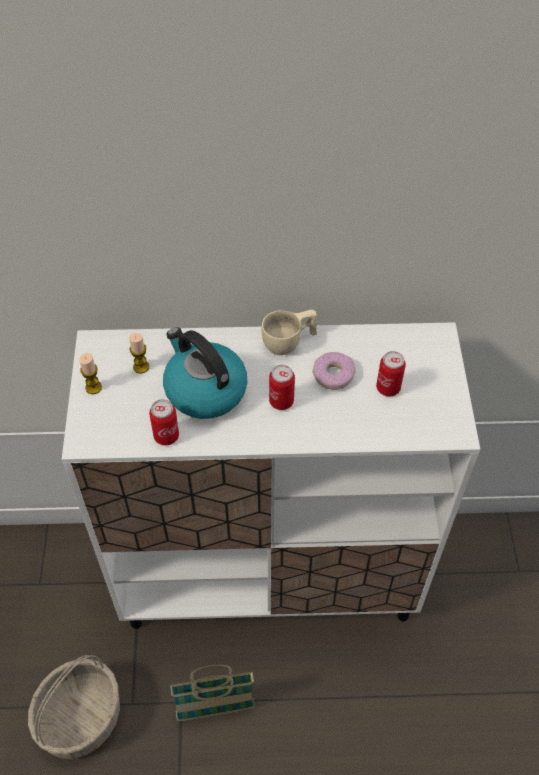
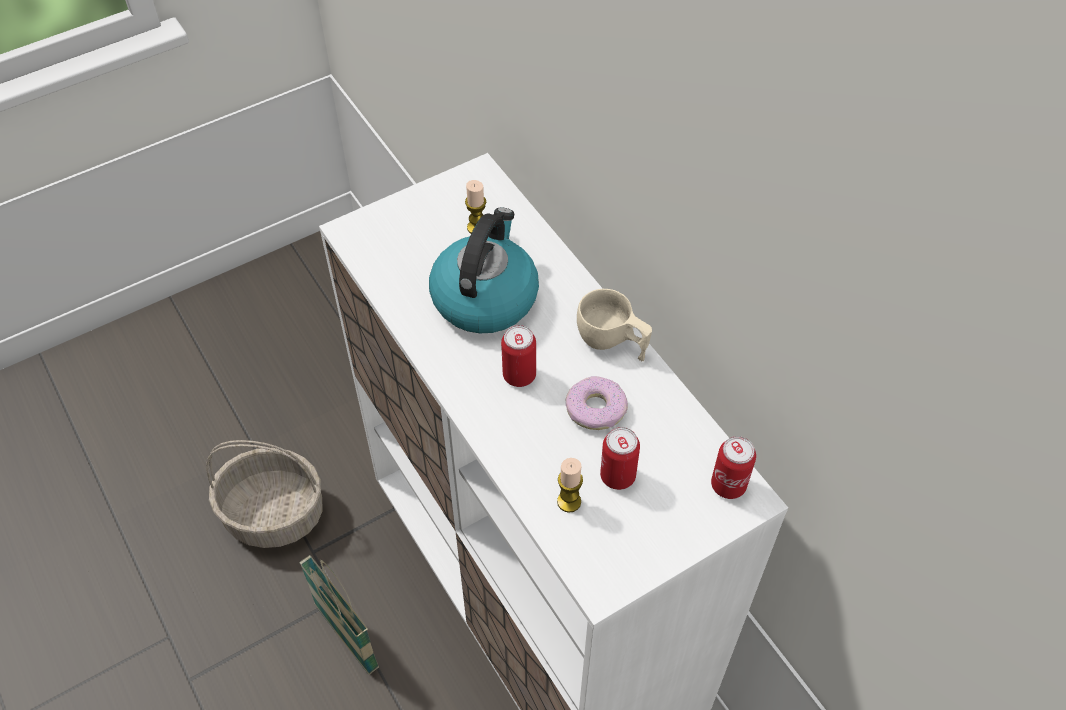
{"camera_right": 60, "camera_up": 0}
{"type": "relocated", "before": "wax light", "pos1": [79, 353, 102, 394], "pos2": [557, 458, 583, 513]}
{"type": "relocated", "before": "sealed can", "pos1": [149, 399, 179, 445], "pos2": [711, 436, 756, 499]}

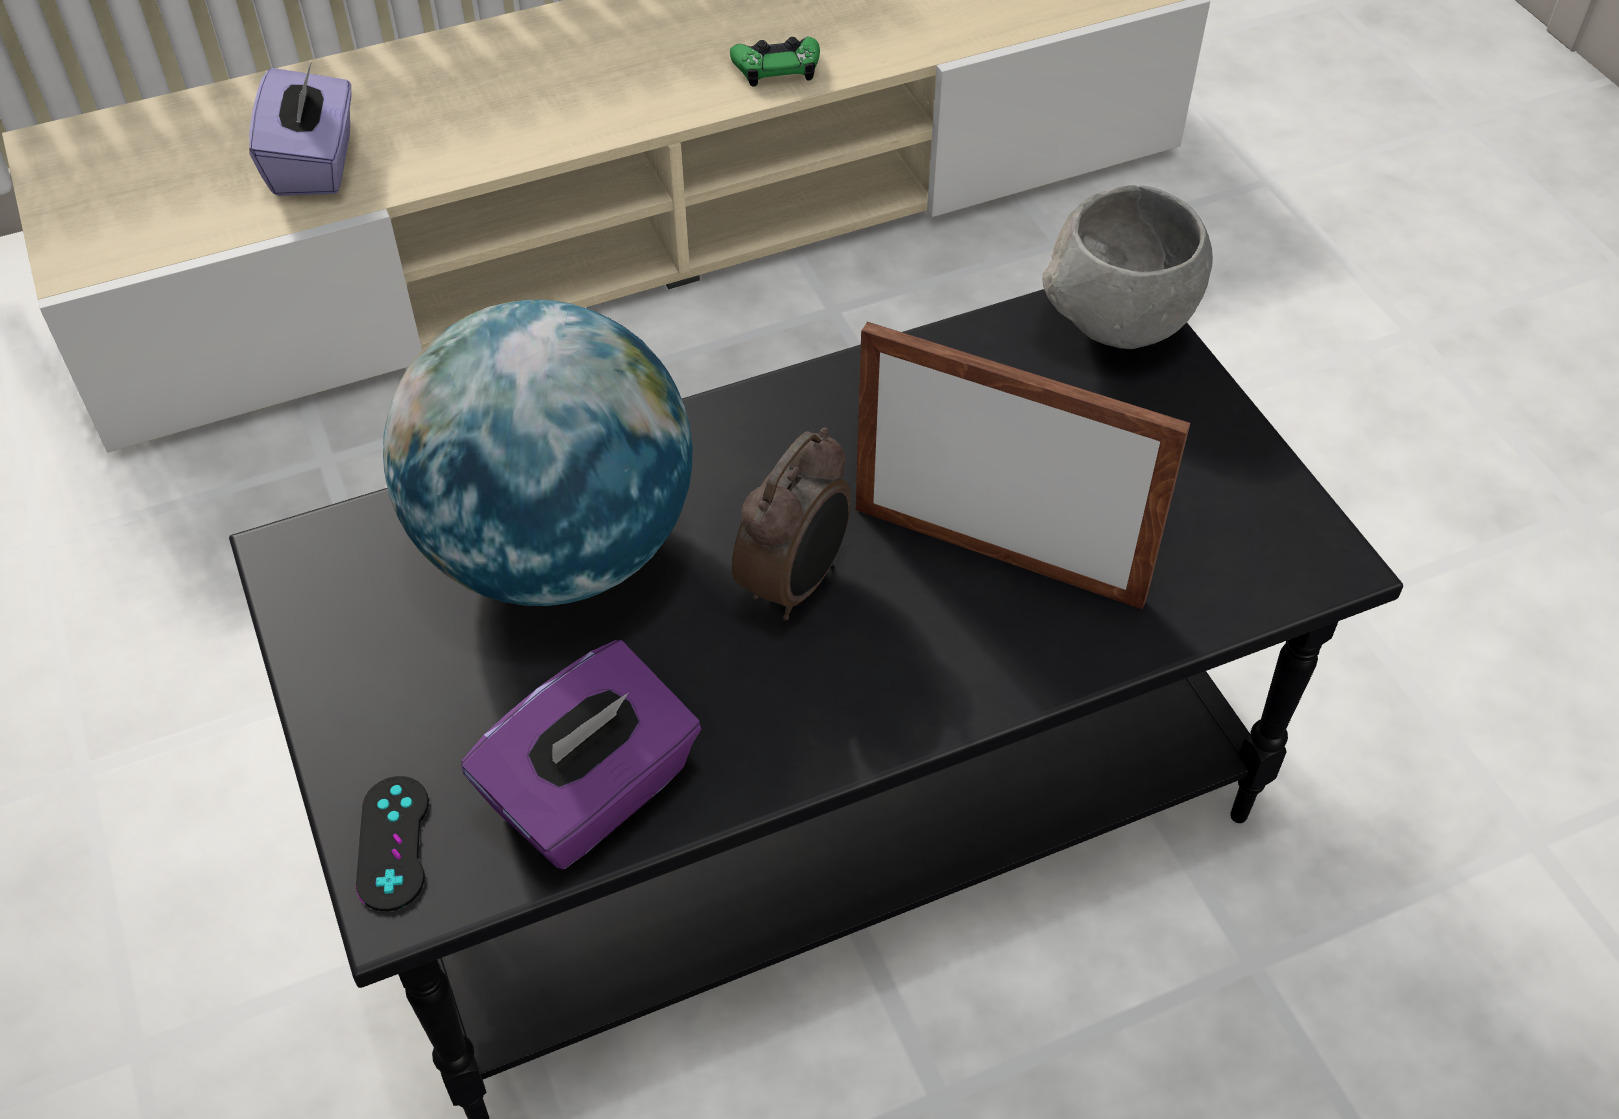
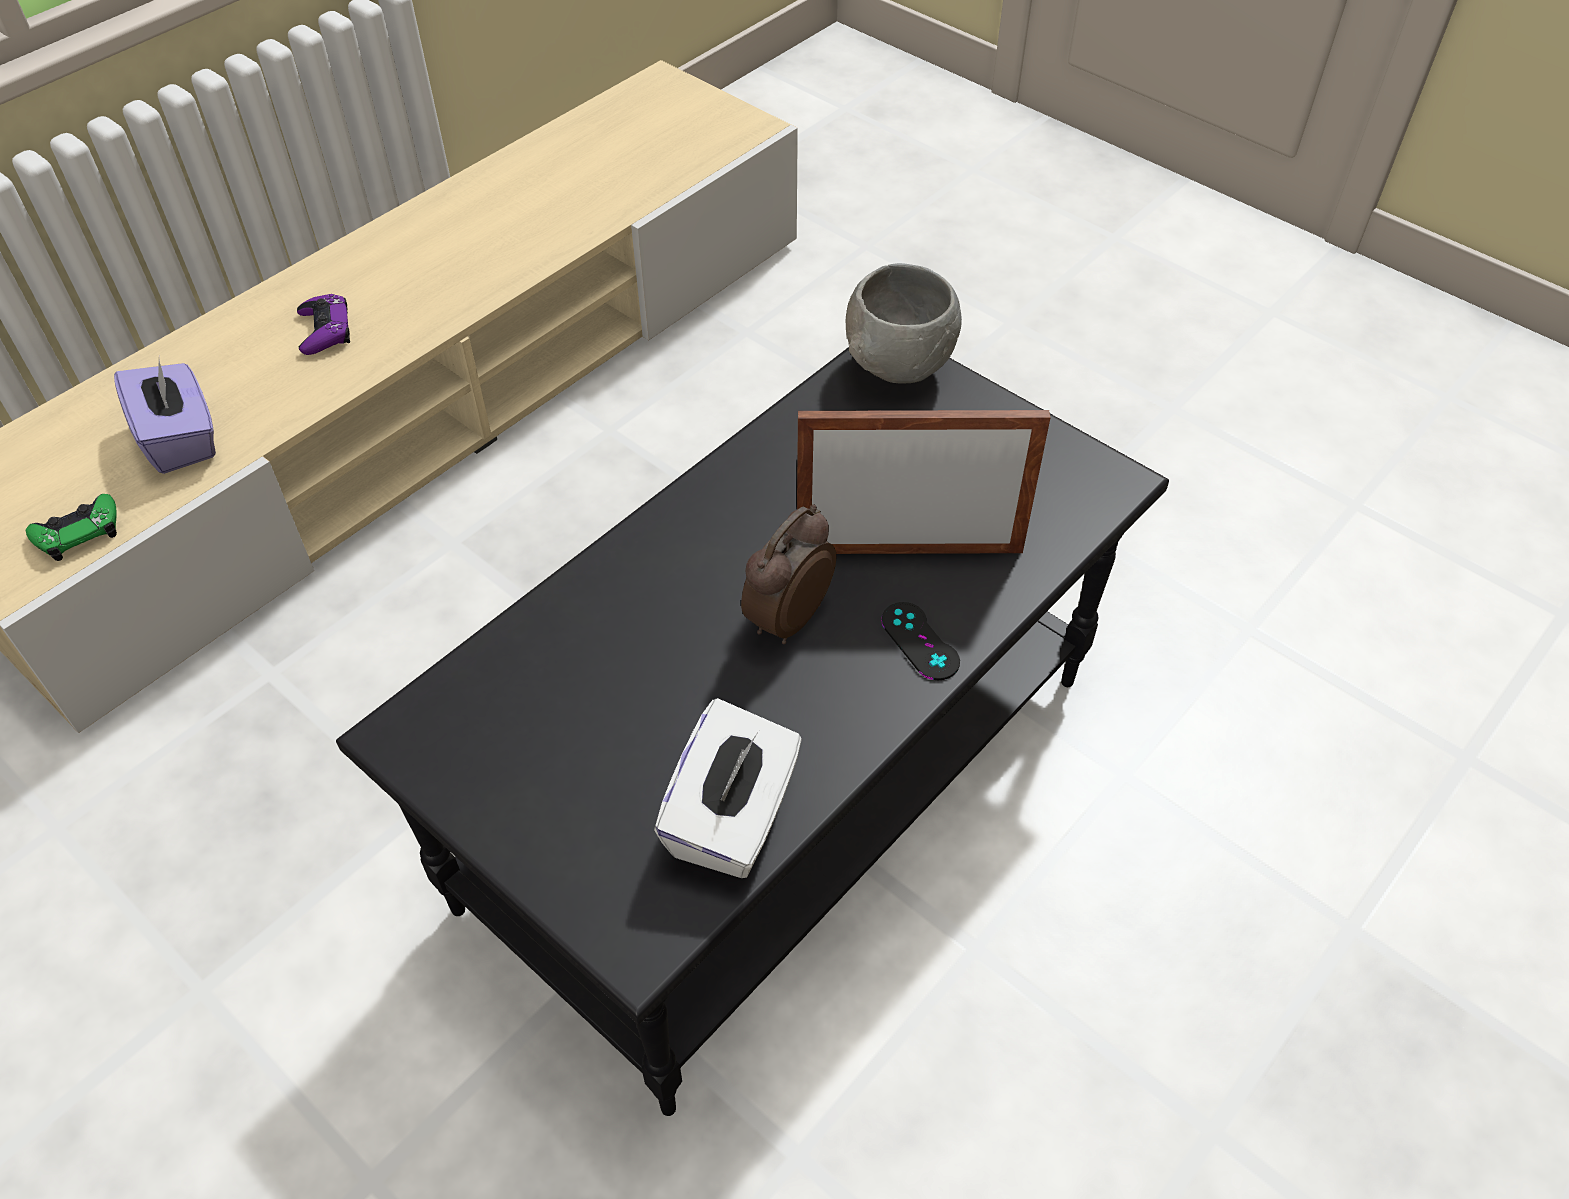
{"camera_right": -25, "camera_up": 0}
{"type": "relocated", "before": "green-coloured game controller", "pos1": [730, 37, 820, 87], "pos2": [26, 494, 117, 561]}
{"type": "missing", "before": "desk globe", "pos1": [383, 300, 693, 606]}
{"type": "spun", "before": "bedside clock", "pos1": [732, 427, 851, 620], "pos2": [741, 504, 836, 644], "turn": -150}
{"type": "colour", "before": "purple box of tissues", "after": "whitish box of tissues", "pos1": [461, 640, 701, 869], "pos2": [654, 698, 802, 878]}
{"type": "relocated", "before": "blackish game controller", "pos1": [356, 776, 429, 912], "pos2": [881, 602, 960, 680]}
{"type": "appeared", "after": "purple game controller", "pos2": [297, 294, 350, 355]}

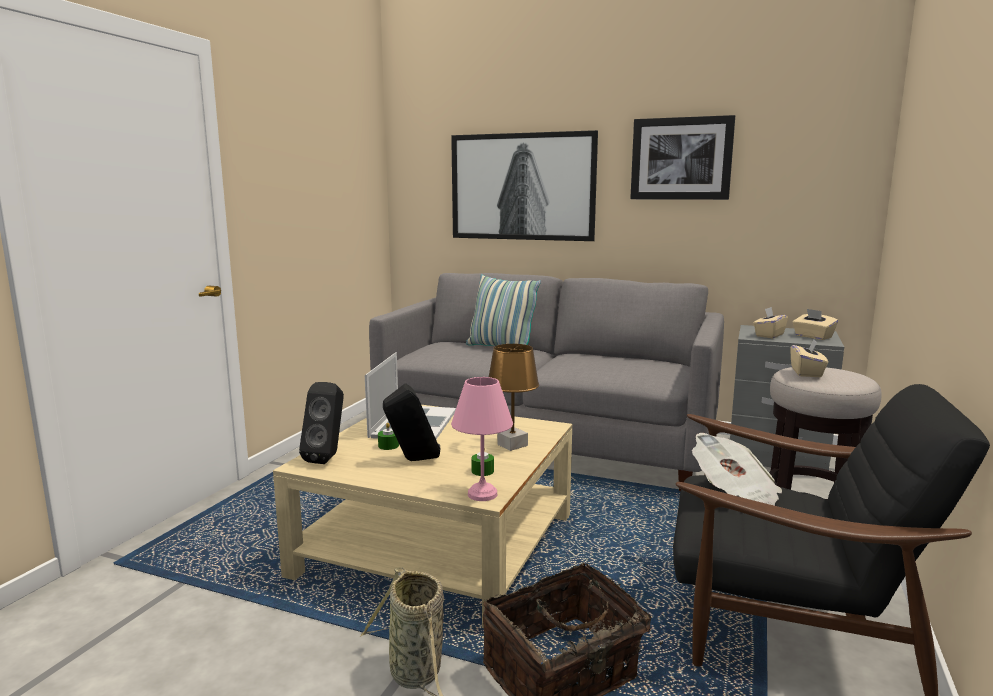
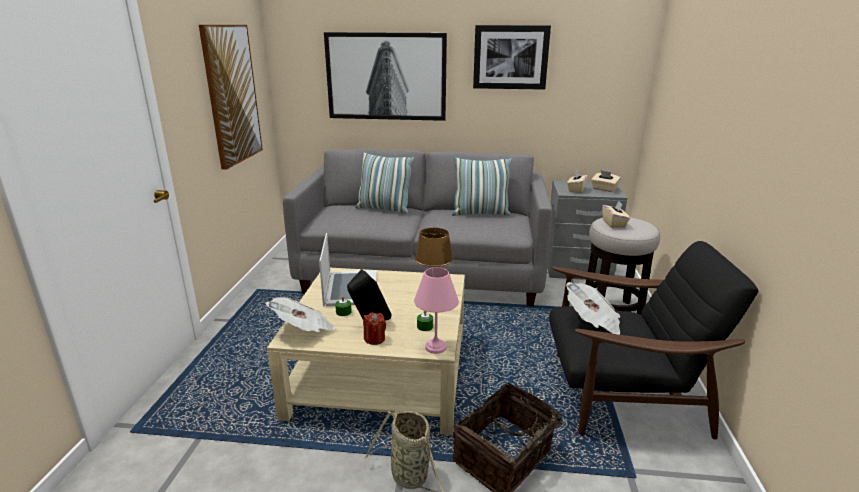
{"camera_right": -15, "camera_up": 10}
{"type": "exchanged", "before": "blackish loudspeaker", "after": "newspaper", "pos1": [299, 382, 344, 464], "pos2": [265, 297, 337, 332]}
{"type": "appeared", "after": "wall art", "pos2": [199, 25, 263, 170]}
{"type": "appeared", "after": "cushion", "pos2": [452, 157, 511, 216]}
{"type": "appeared", "after": "reddish wax light", "pos2": [363, 312, 386, 345]}

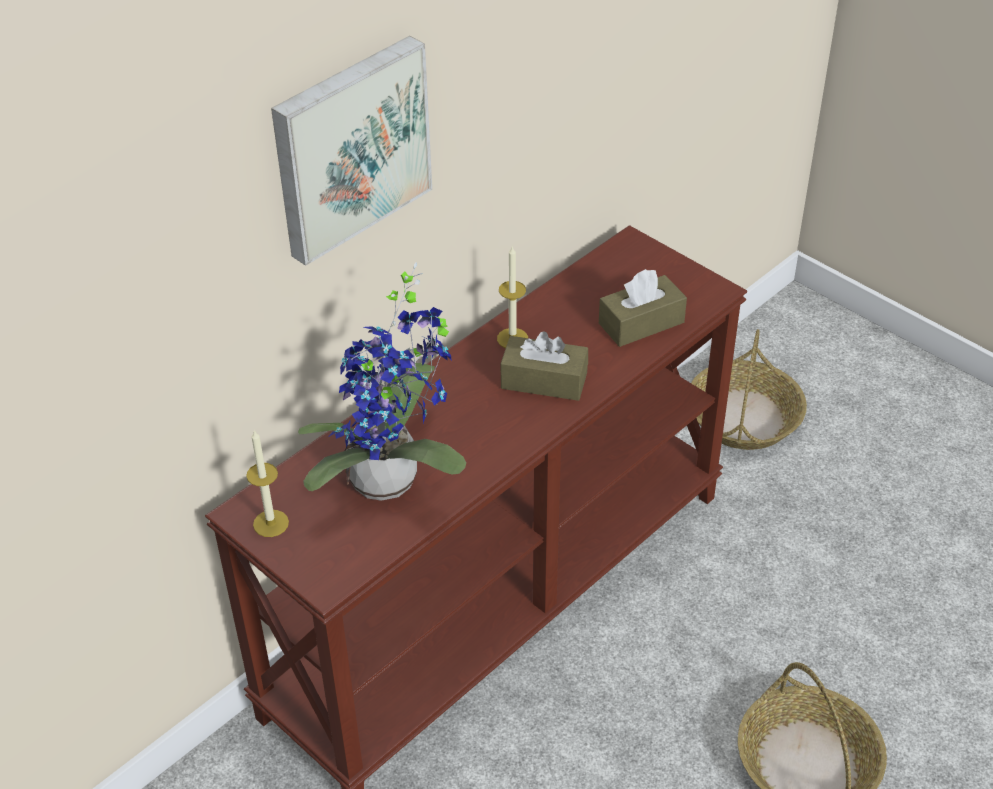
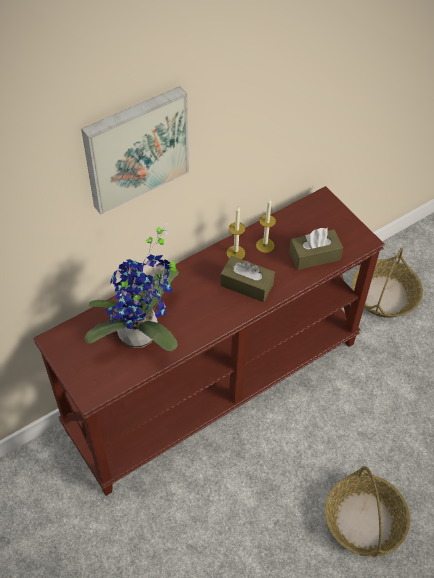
{"camera_right": 10, "camera_up": 10}
{"type": "relocated", "before": "wax light", "pos1": [246, 430, 289, 537], "pos2": [256, 199, 276, 253]}

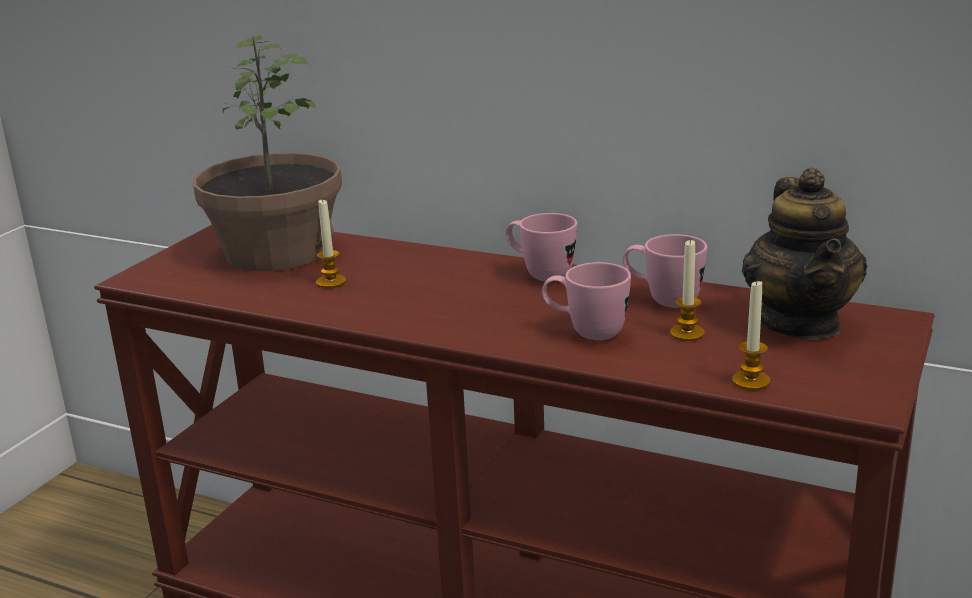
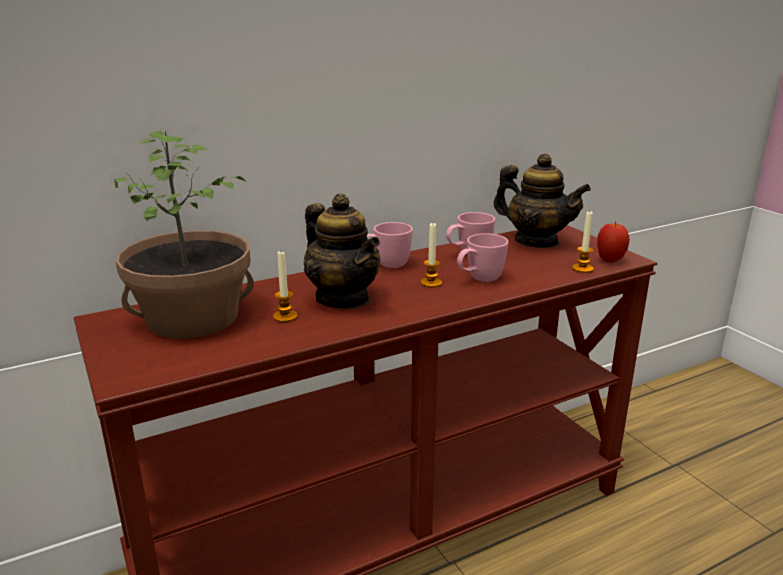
{"camera_right": -55, "camera_up": 0}
{"type": "relocated", "before": "wax light", "pos1": [670, 239, 705, 341], "pos2": [421, 223, 442, 288]}
{"type": "appeared", "after": "tea pot", "pos2": [304, 193, 380, 309]}
{"type": "appeared", "after": "apple", "pos2": [597, 221, 630, 263]}

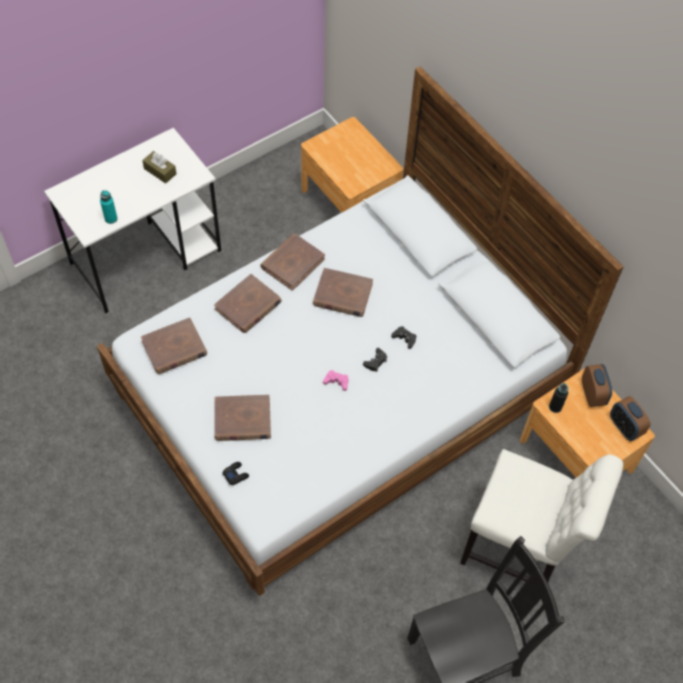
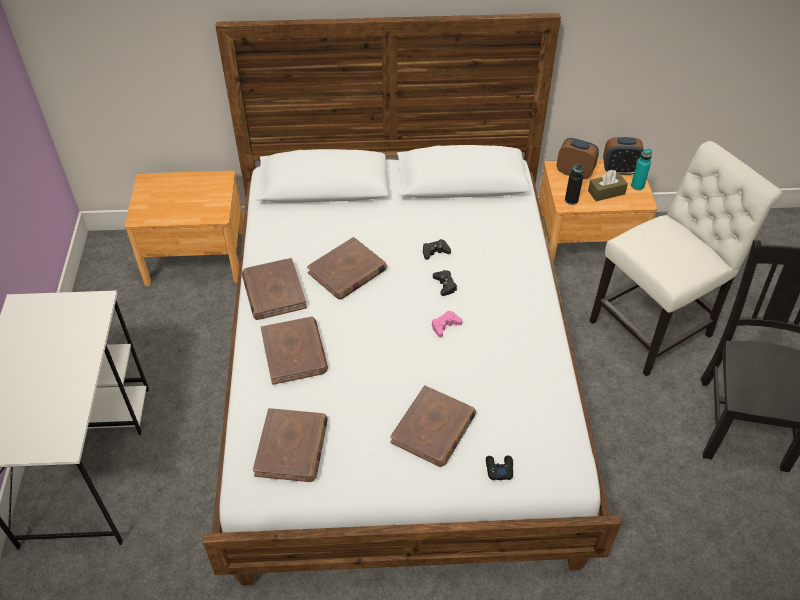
{"camera_right": -55, "camera_up": -10}
{"type": "relocated", "before": "brown box of tissues", "pos1": [142, 151, 176, 183], "pos2": [588, 170, 628, 201]}
{"type": "relocated", "before": "turquoise-coloured drink bottle", "pos1": [100, 190, 117, 224], "pos2": [631, 148, 652, 190]}

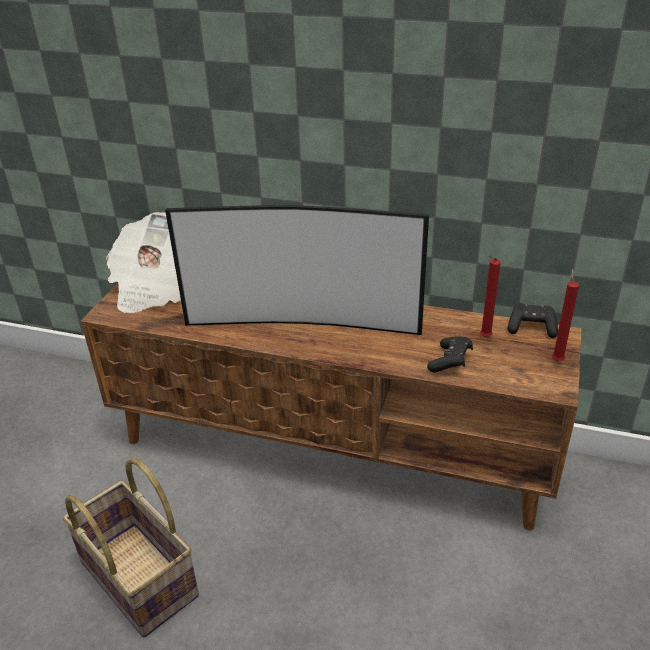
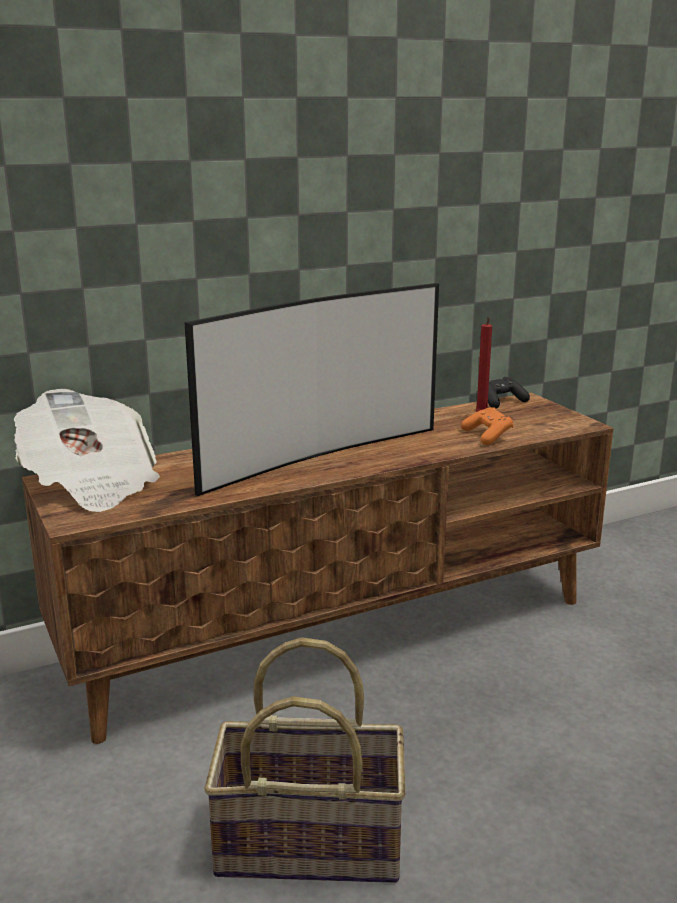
{"camera_right": -45, "camera_up": -15}
{"type": "missing", "before": "reddish wax light", "pos1": [552, 268, 579, 362]}
{"type": "colour", "before": "blackish game controller", "after": "orangey game controller", "pos1": [427, 336, 473, 372], "pos2": [461, 407, 513, 445]}

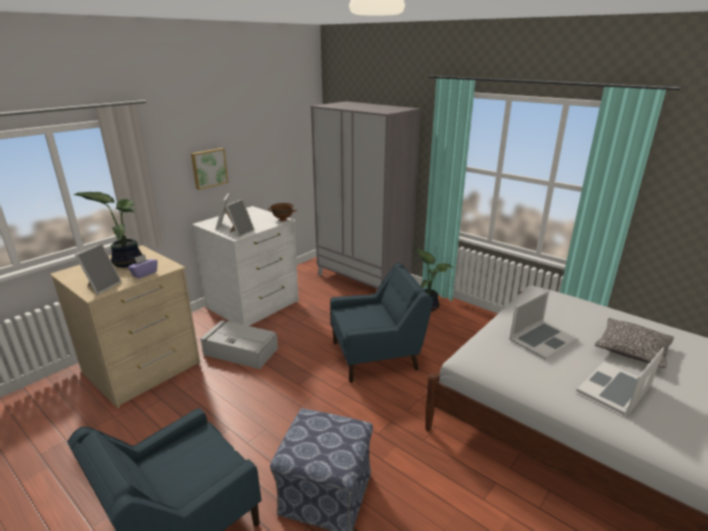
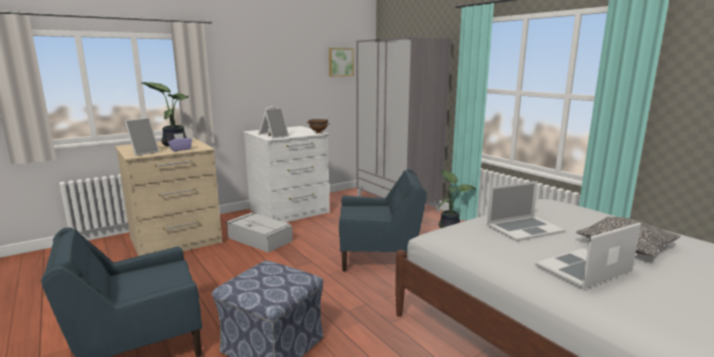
{"camera_right": 15, "camera_up": -10}
{"type": "relocated", "before": "wall art", "pos1": [191, 148, 228, 190], "pos2": [329, 48, 354, 76]}

